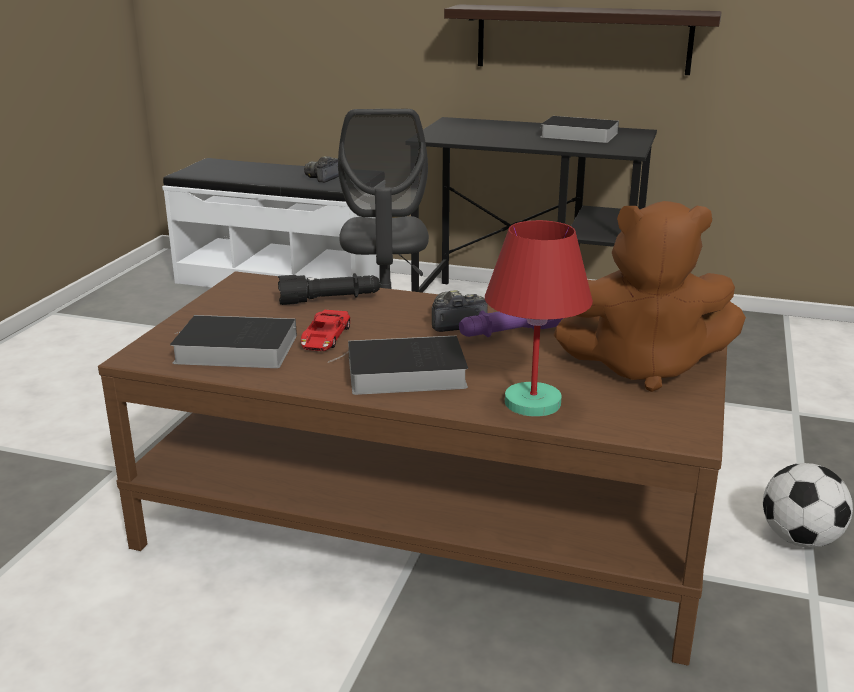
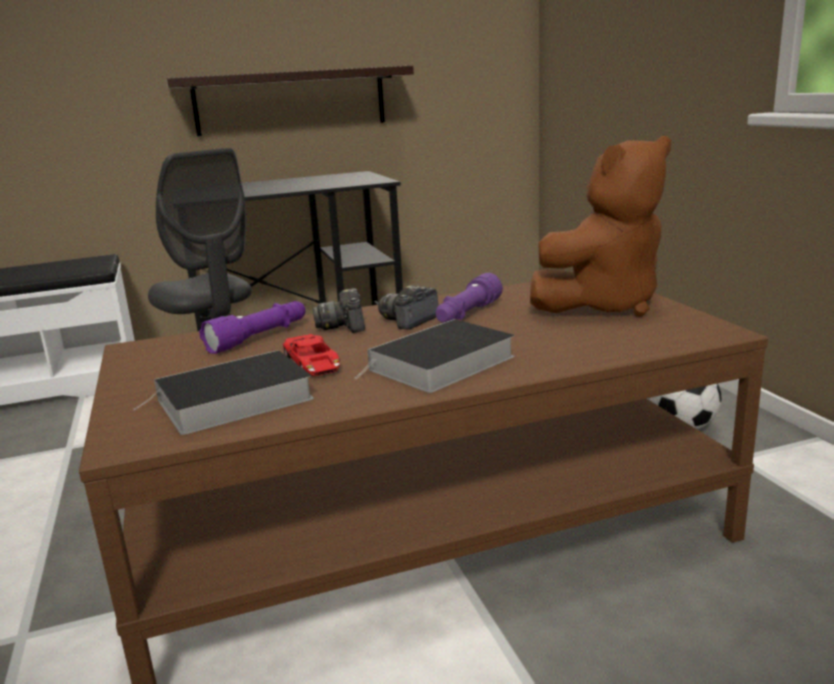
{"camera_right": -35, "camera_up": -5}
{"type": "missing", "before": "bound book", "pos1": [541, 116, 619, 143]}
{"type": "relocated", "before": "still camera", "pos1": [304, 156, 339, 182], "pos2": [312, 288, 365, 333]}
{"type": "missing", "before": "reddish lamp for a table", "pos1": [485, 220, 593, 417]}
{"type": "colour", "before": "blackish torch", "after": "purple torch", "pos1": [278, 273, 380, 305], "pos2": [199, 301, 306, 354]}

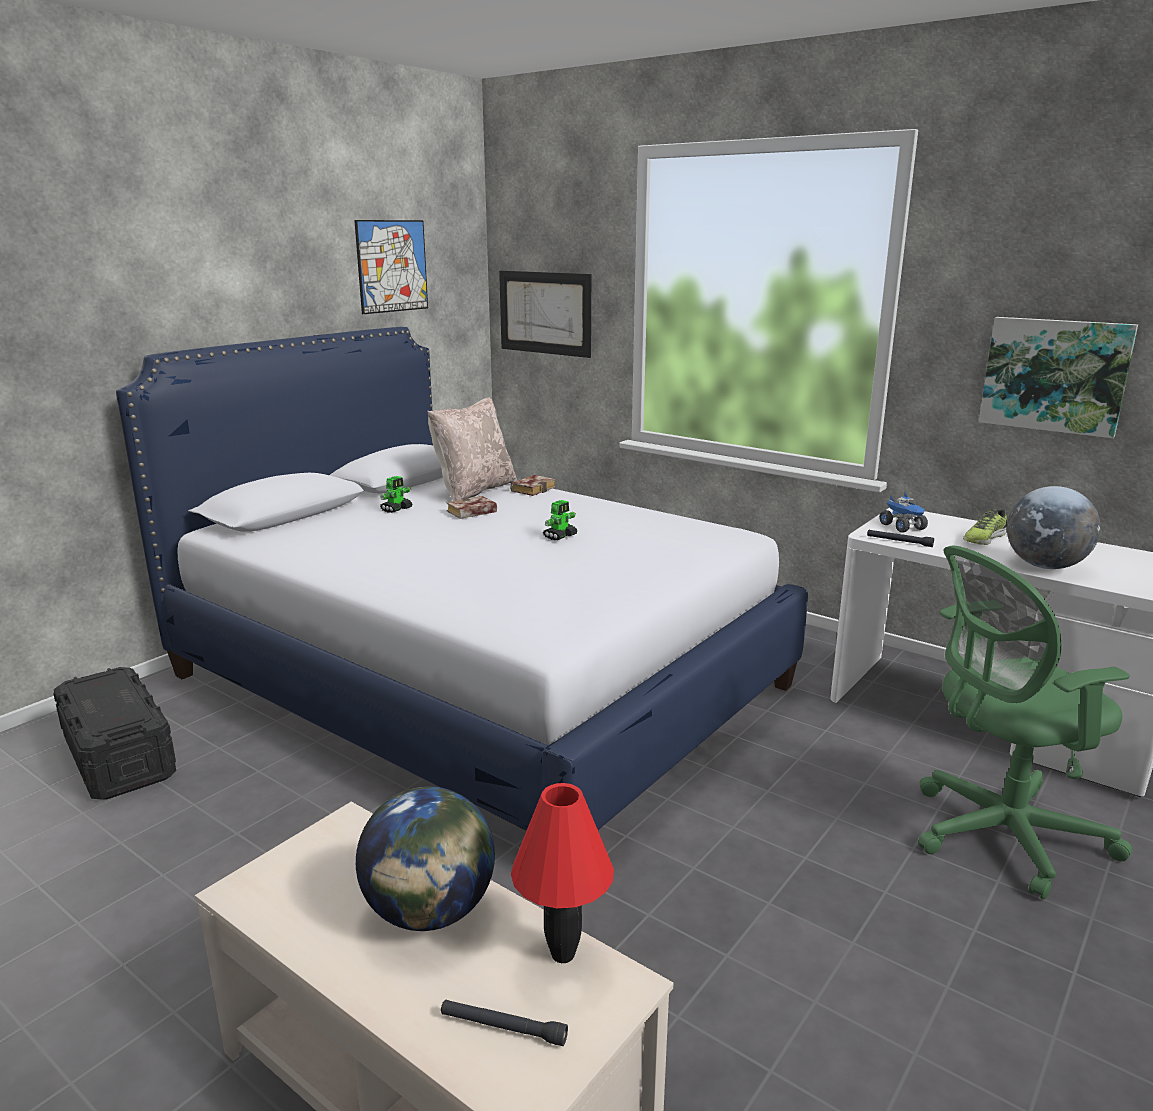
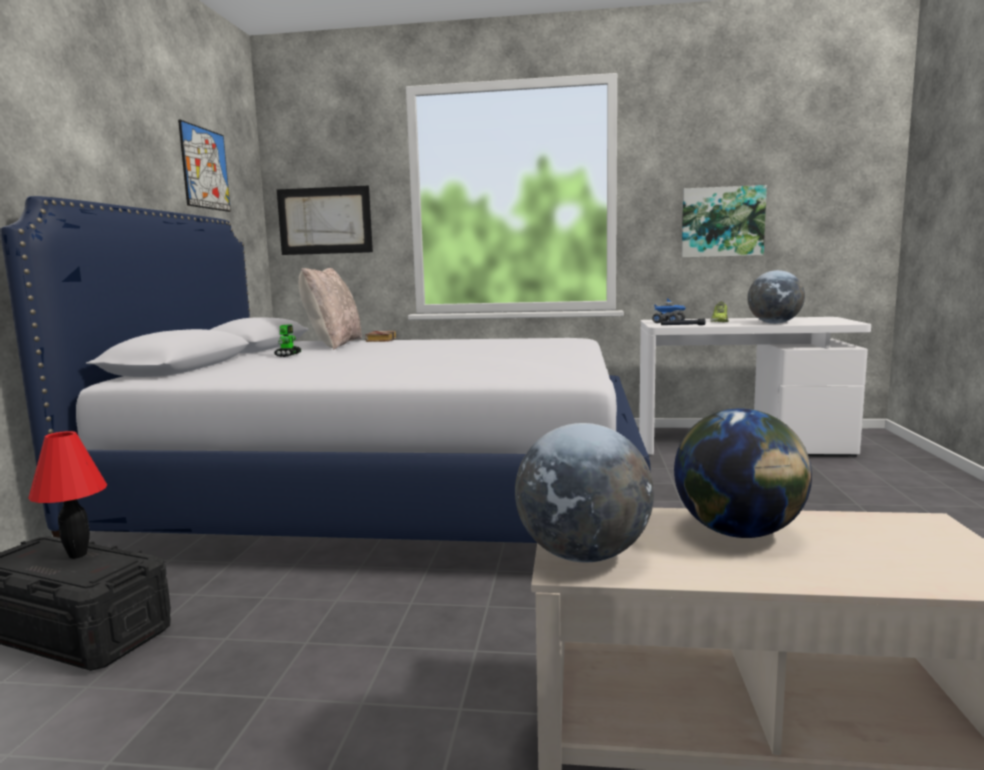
{"camera_right": -30, "camera_up": -10}
{"type": "missing", "before": "bound book", "pos1": [446, 496, 497, 519]}
{"type": "missing", "before": "toy robot", "pos1": [543, 500, 577, 540]}
{"type": "missing", "before": "green-coloured computer chair", "pos1": [918, 545, 1133, 900]}
{"type": "relocated", "before": "reddish lamp for a table", "pos1": [511, 783, 614, 963], "pos2": [28, 431, 107, 559]}
{"type": "missing", "before": "blackish torch", "pos1": [441, 1000, 568, 1046]}
{"type": "appeared", "after": "desk globe", "pos2": [515, 423, 654, 562]}

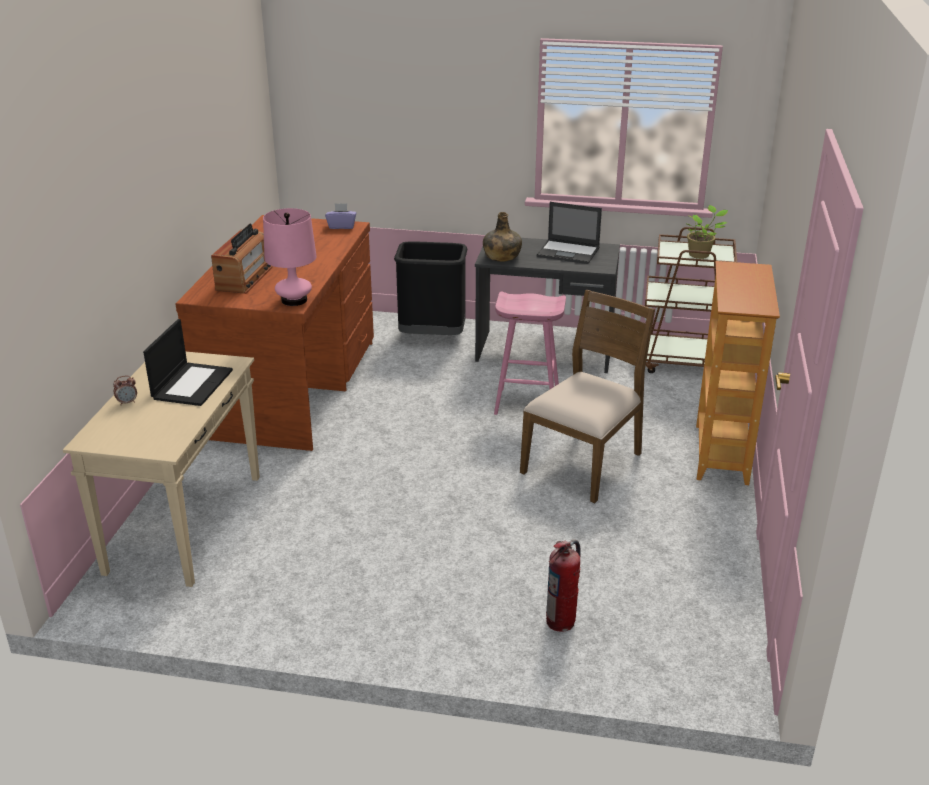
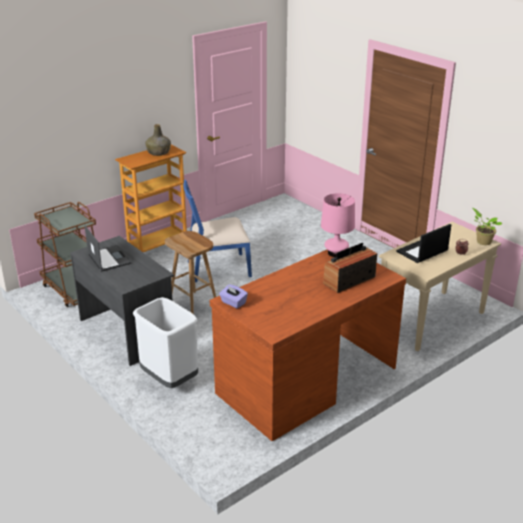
{"camera_right": -140, "camera_up": 0}
{"type": "relocated", "before": "potted plant", "pos1": [685, 205, 728, 259], "pos2": [473, 208, 502, 245]}
{"type": "relocated", "before": "green-coloured drink bottle", "pos1": [483, 212, 522, 262], "pos2": [146, 124, 171, 156]}
{"type": "colour", "before": "blackish rubbish bin", "after": "whitish rubbish bin", "pos1": [394, 241, 467, 335], "pos2": [133, 297, 198, 388]}
{"type": "colour", "before": "brown upright chair", "after": "bluish upright chair", "pos1": [520, 290, 655, 503], "pos2": [183, 180, 252, 282]}
{"type": "colour", "before": "pinkish stool seat", "after": "brown stool seat", "pos1": [494, 292, 566, 415], "pos2": [165, 231, 216, 314]}
{"type": "missing", "before": "extinguisher", "pos1": [546, 539, 581, 632]}

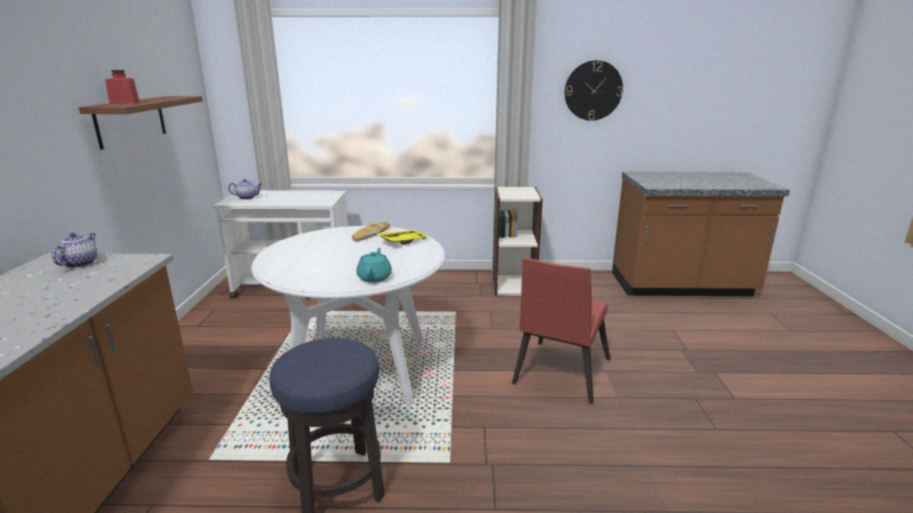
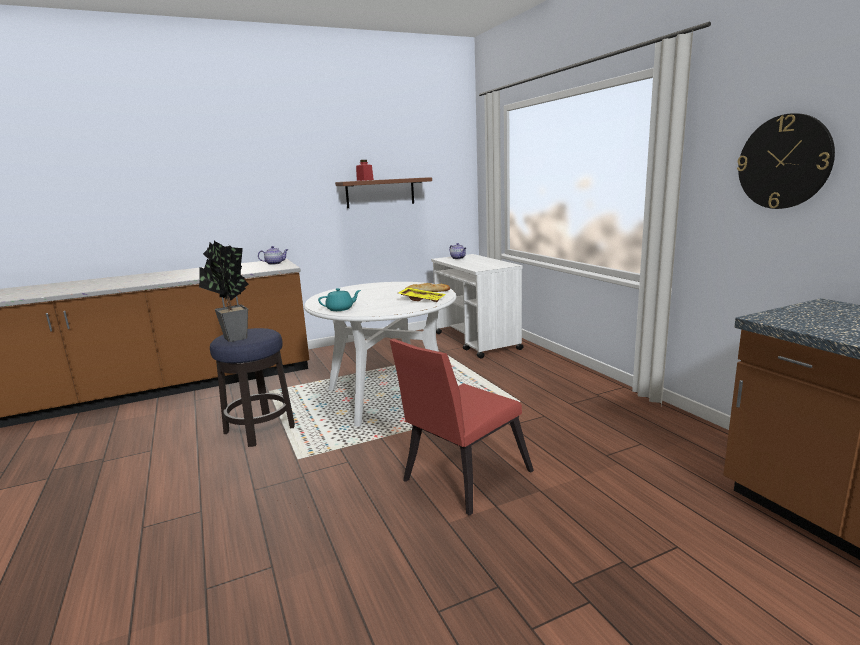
{"camera_right": 65, "camera_up": -5}
{"type": "missing", "before": "bookcase", "pos1": [493, 187, 543, 296]}
{"type": "spun", "before": "reddish upright chair", "pos1": [512, 258, 611, 404], "pos2": [390, 339, 534, 516], "turn": -45}
{"type": "appeared", "after": "potted plant", "pos2": [199, 241, 249, 342]}

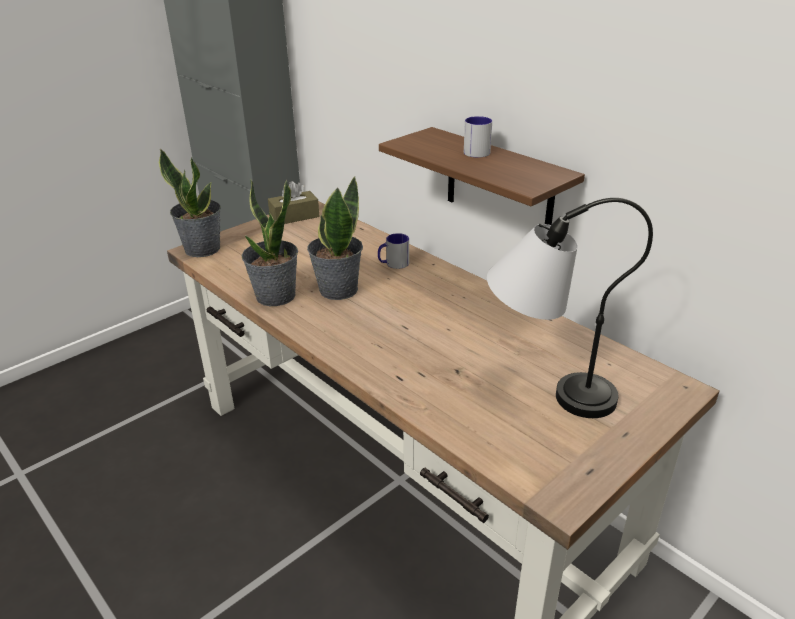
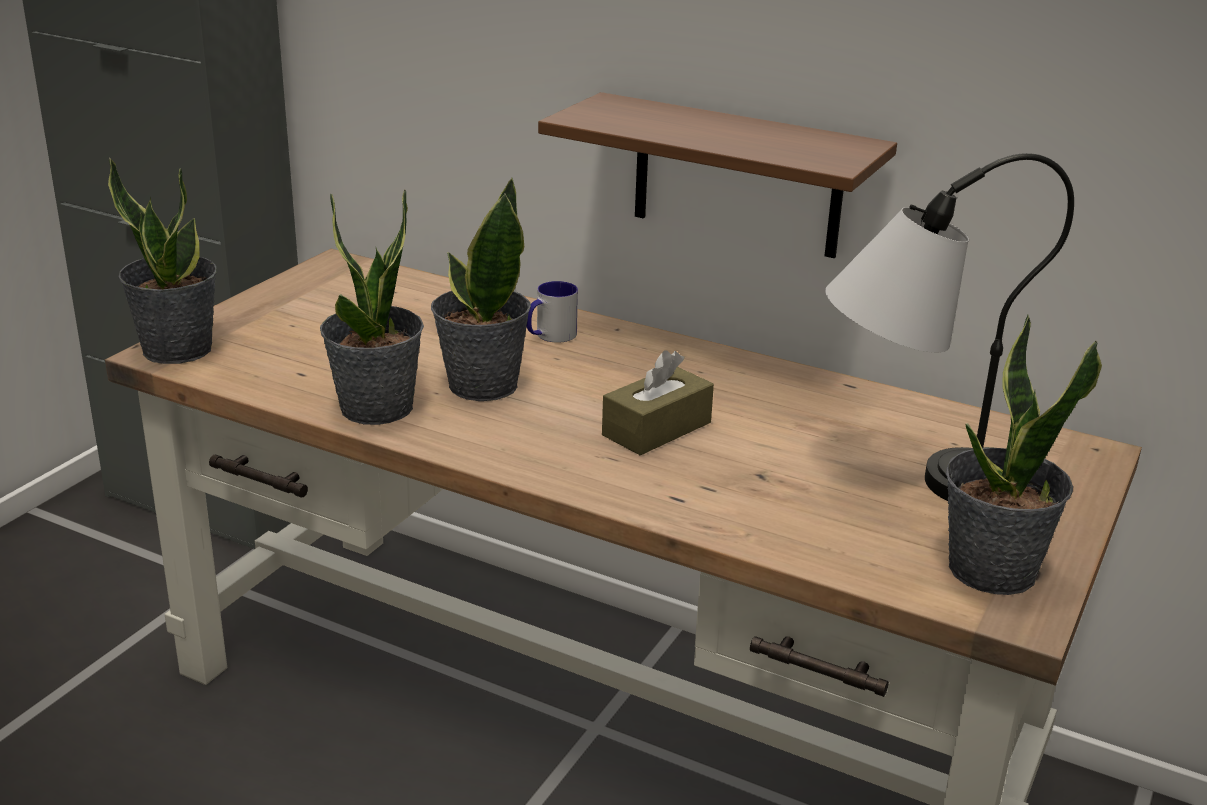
{"camera_right": -20, "camera_up": -5}
{"type": "missing", "before": "coffee mug", "pos1": [464, 116, 492, 158]}
{"type": "relocated", "before": "brown box of tissues", "pos1": [268, 181, 319, 224], "pos2": [602, 350, 714, 455]}
{"type": "appeared", "after": "potted plant", "pos2": [946, 315, 1102, 595]}

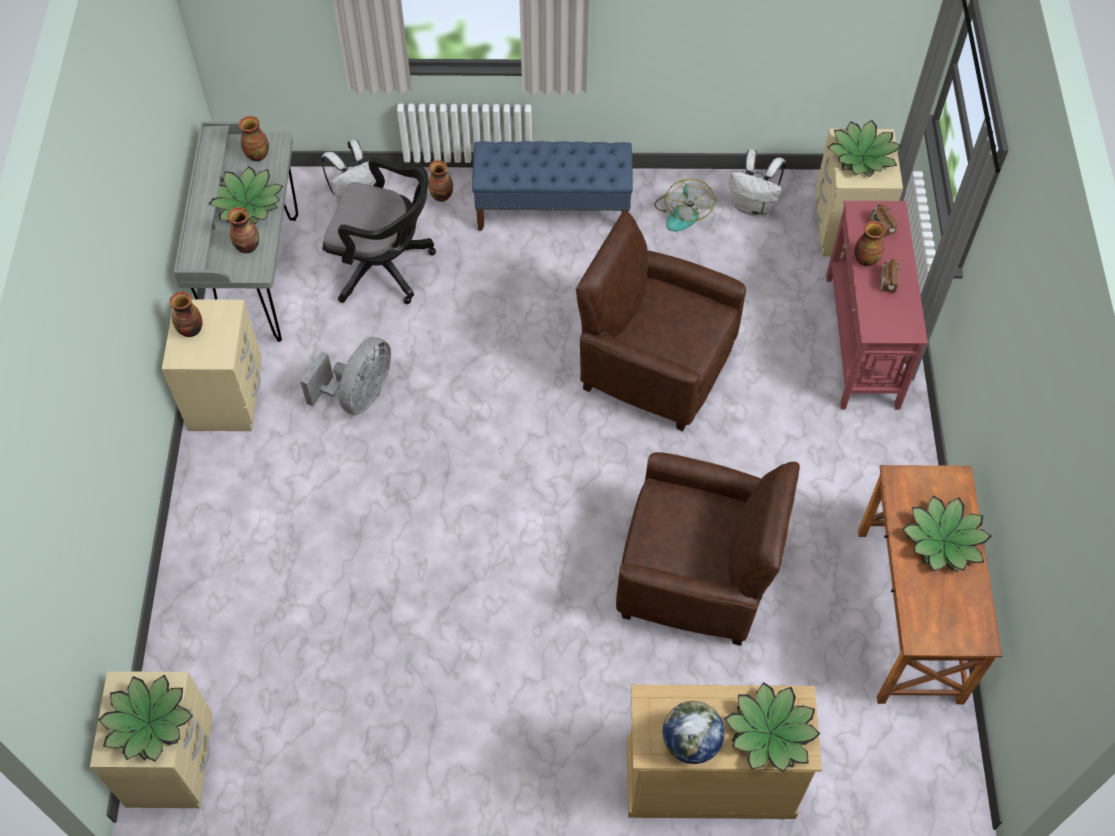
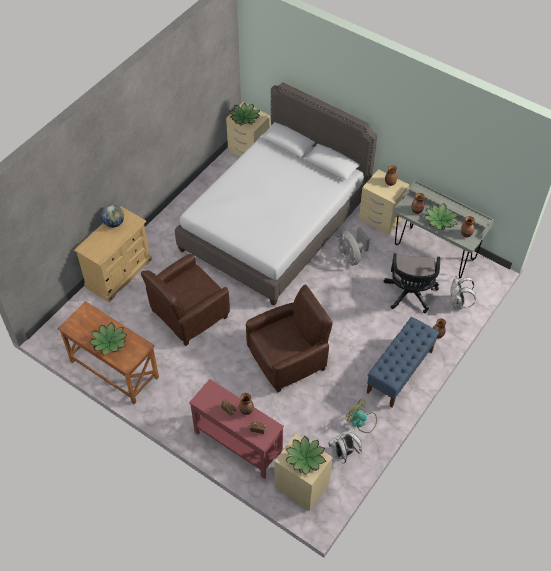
{"camera_right": 125, "camera_up": -5}
{"type": "spun", "before": "blackish computer chair", "pos1": [323, 157, 436, 304], "pos2": [384, 253, 440, 313], "turn": -45}
{"type": "missing", "before": "potted plant", "pos1": [724, 682, 820, 772]}
{"type": "appeared", "after": "grey bedroom bed", "pos2": [175, 82, 378, 306]}

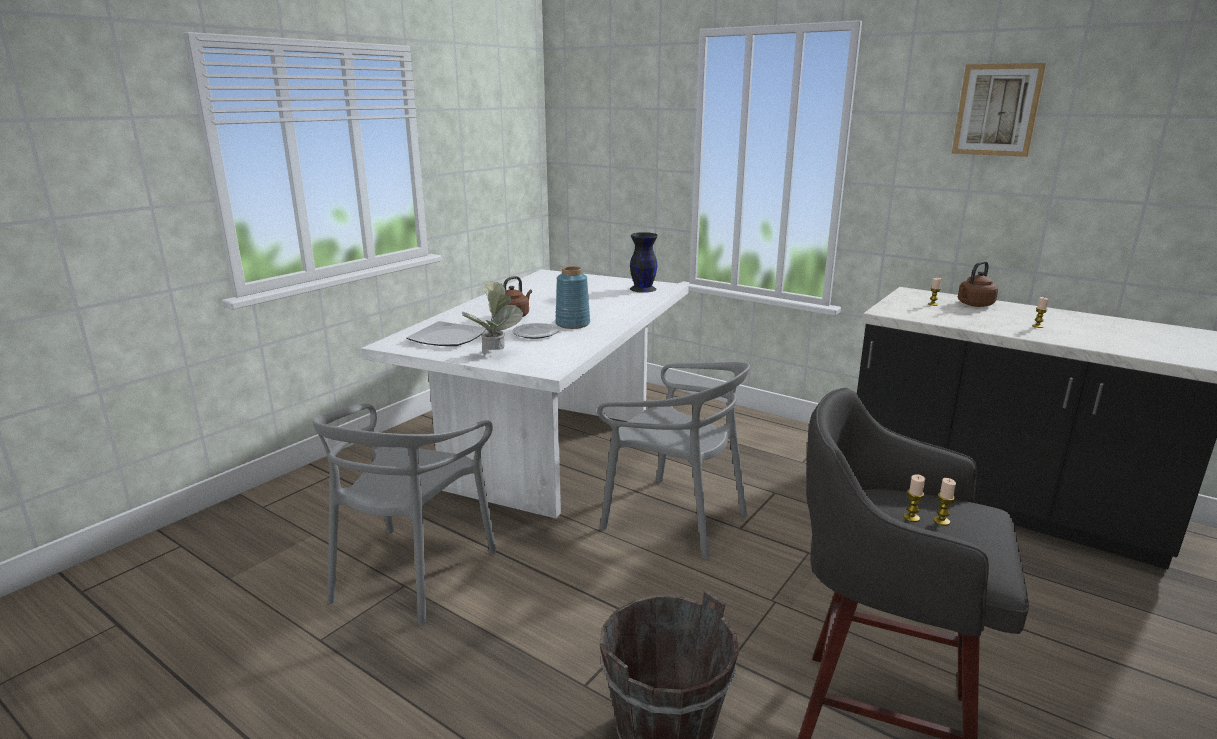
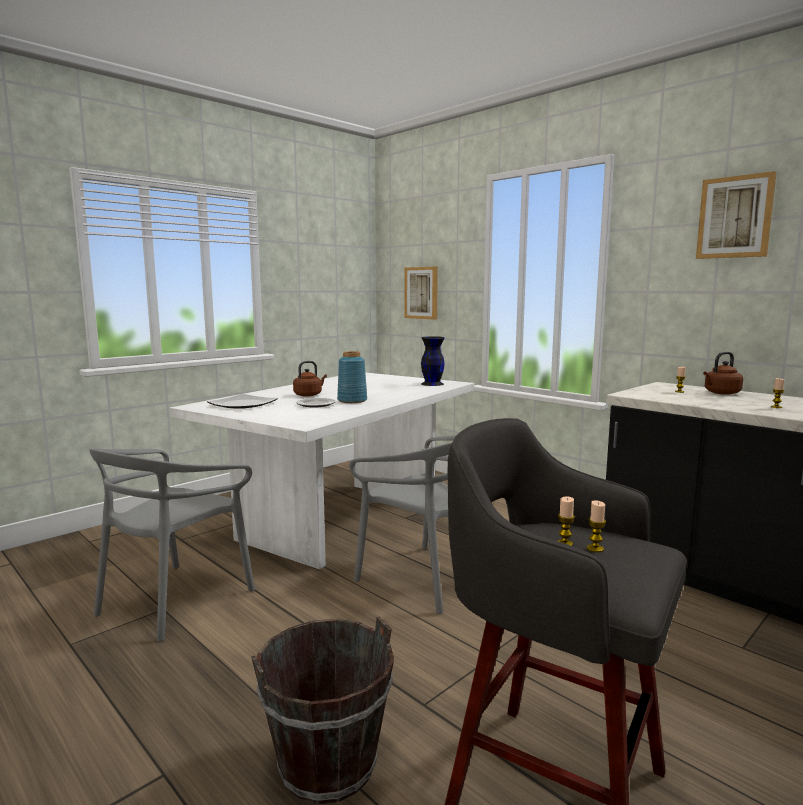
{"camera_right": 10, "camera_up": -10}
{"type": "missing", "before": "potted plant", "pos1": [462, 281, 523, 355]}
{"type": "appeared", "after": "wall art", "pos2": [404, 267, 438, 319]}

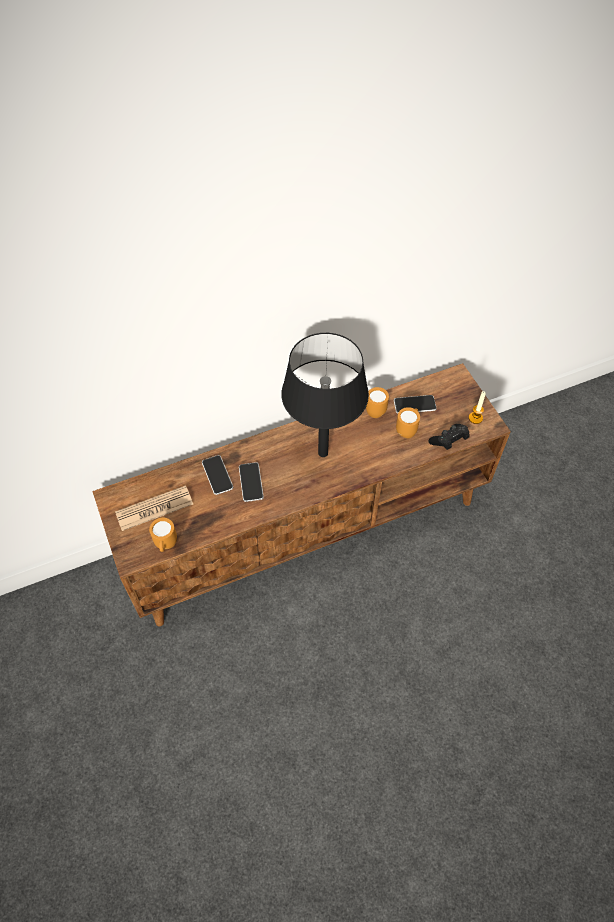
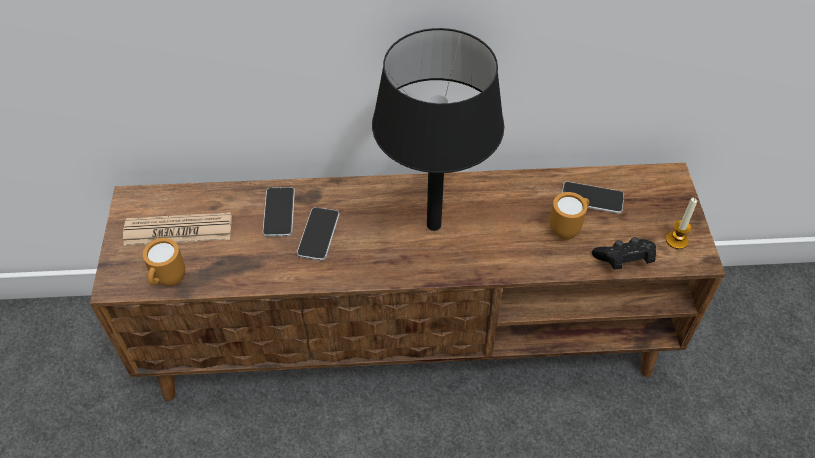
{"camera_right": 20, "camera_up": -5}
{"type": "missing", "before": "orangey coffee mug", "pos1": [366, 387, 389, 418]}

